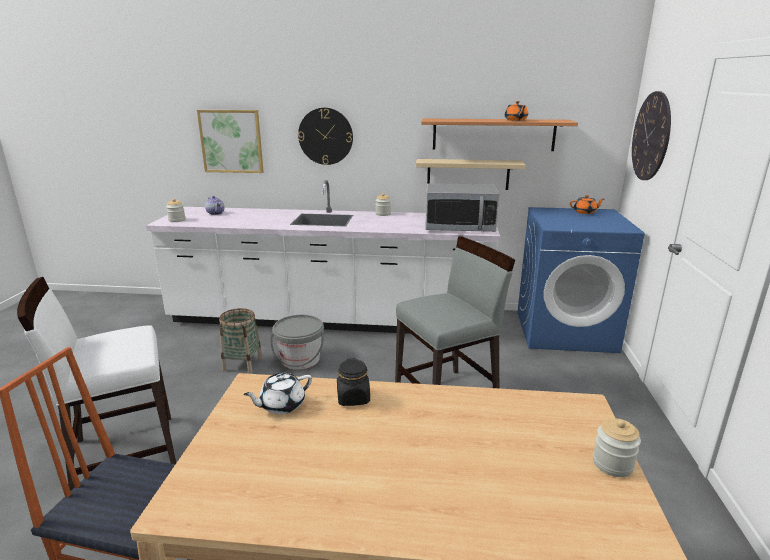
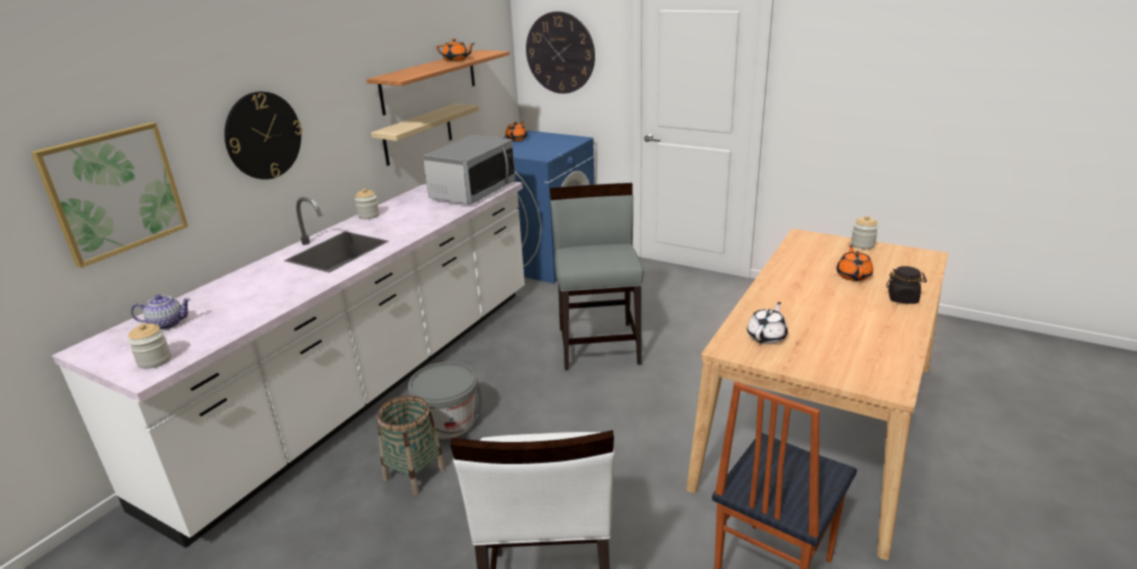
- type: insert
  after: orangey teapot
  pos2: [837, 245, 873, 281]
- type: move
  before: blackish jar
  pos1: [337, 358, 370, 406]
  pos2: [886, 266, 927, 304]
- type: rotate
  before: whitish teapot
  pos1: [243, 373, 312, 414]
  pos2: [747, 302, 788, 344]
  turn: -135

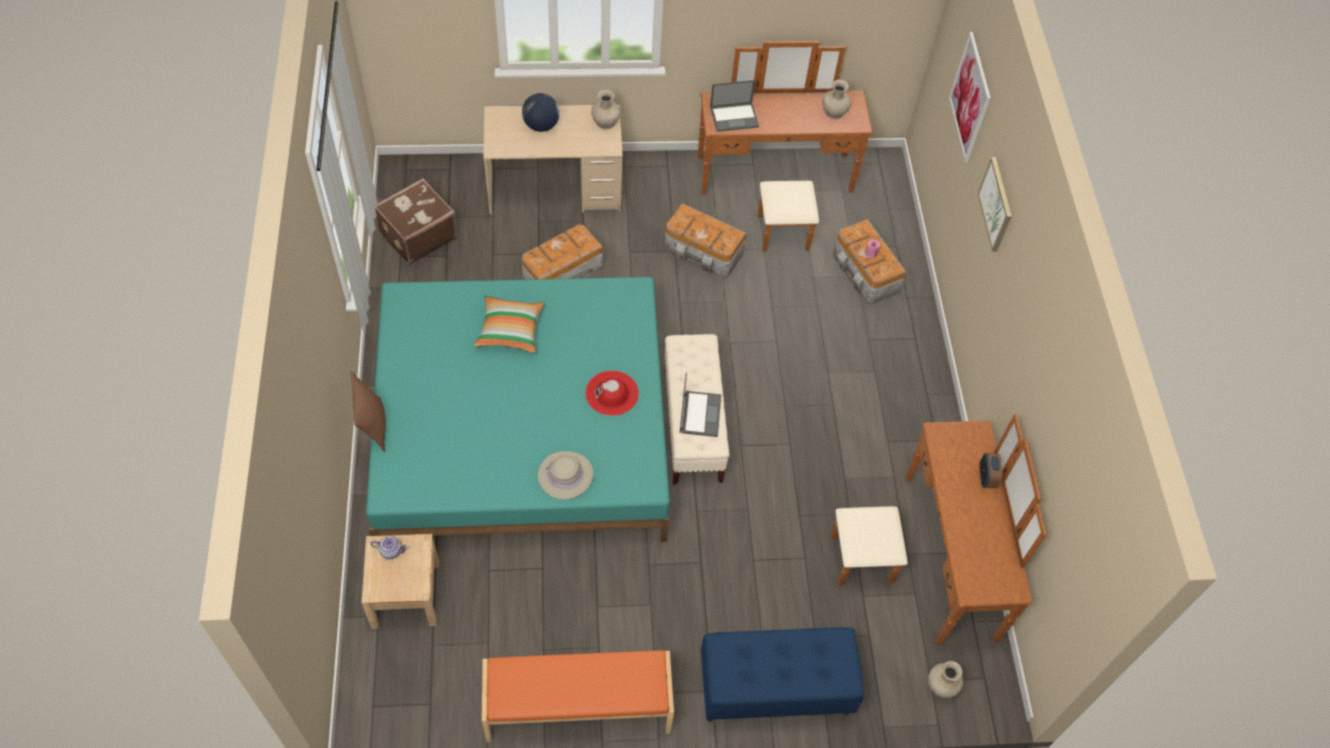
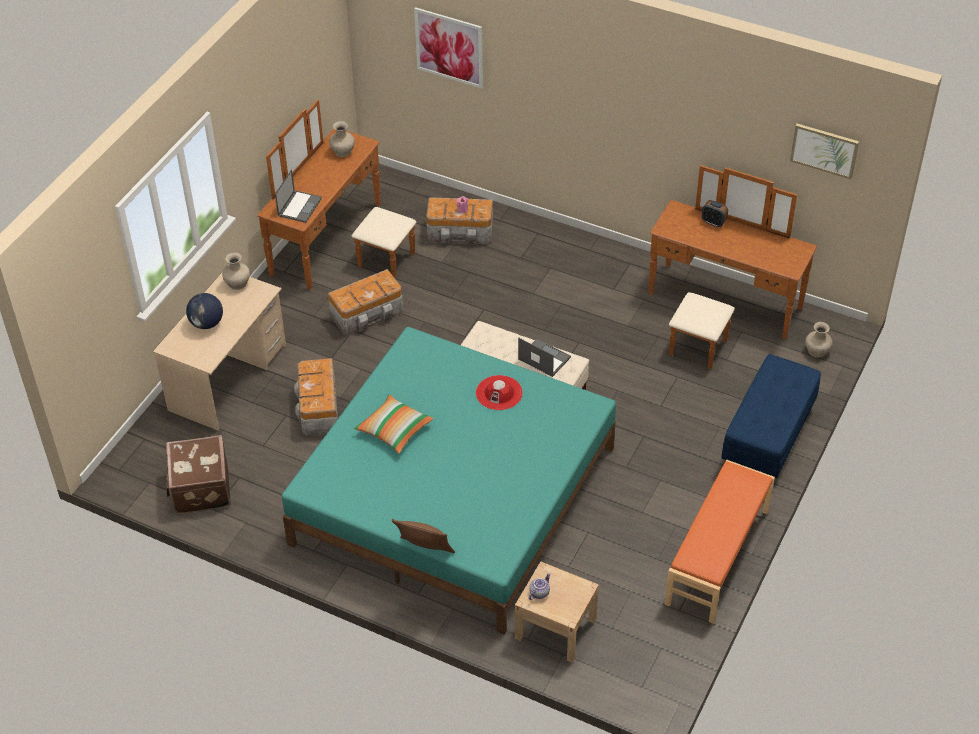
- type: delete
  before: beige-coloured clothing hat
  pos1: [538, 451, 593, 500]
- type: move
  before: picture
  pos1: [978, 157, 1012, 252]
  pos2: [790, 124, 859, 179]

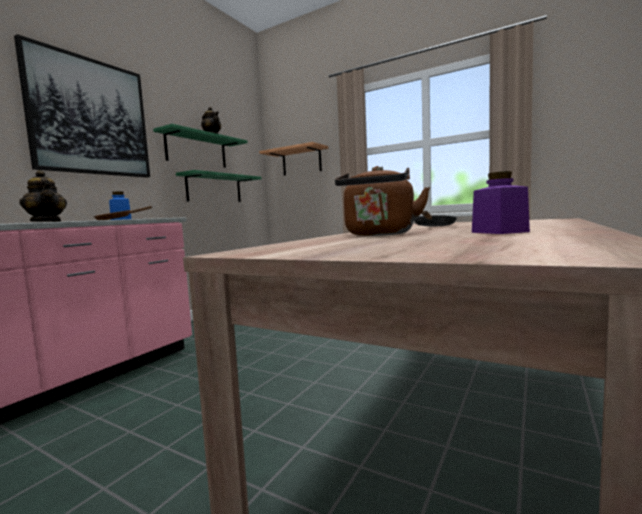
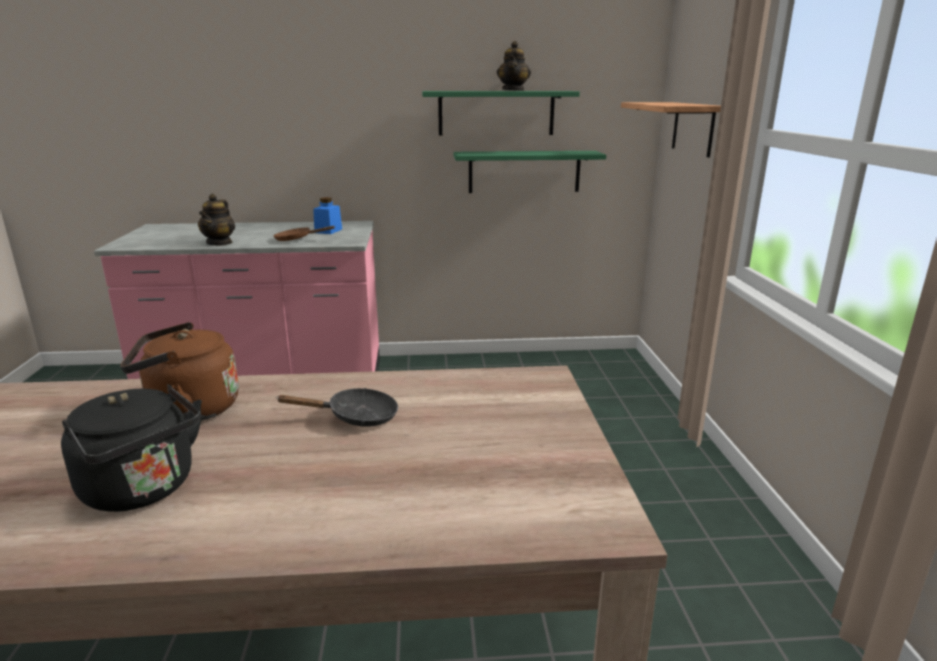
- type: delete
  before: picture
  pos1: [14, 34, 150, 178]
- type: replace
  before: purple-coloured jar
  after: blackish water kettle
  pos1: [472, 171, 530, 234]
  pos2: [61, 384, 202, 512]

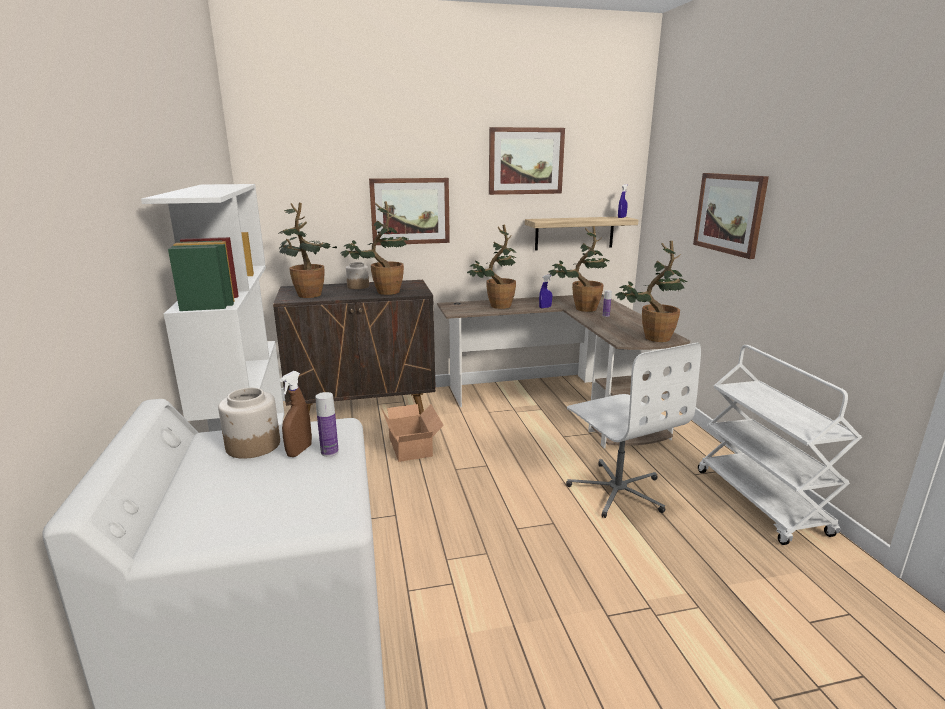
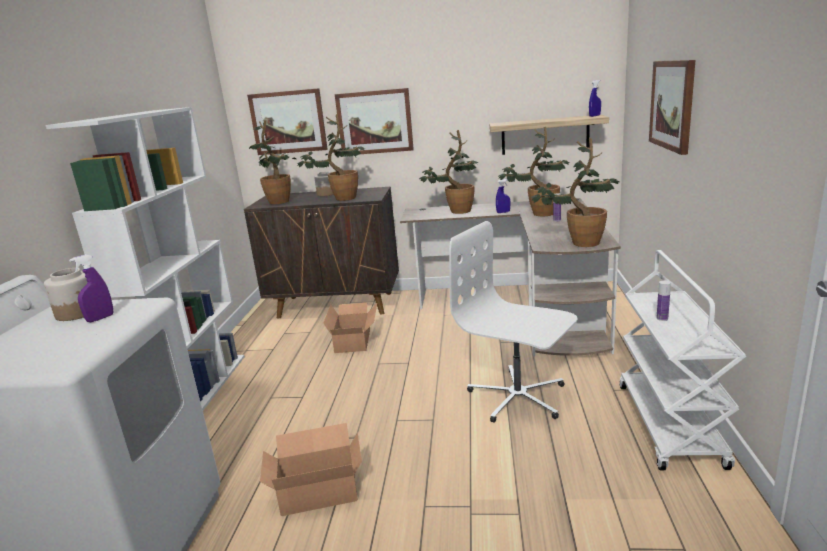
- type: insert
  after: carton
  pos2: [260, 423, 362, 516]
- type: move
  before: beverage bottle
  pos1: [315, 392, 339, 457]
  pos2: [656, 281, 671, 321]
- type: move
  before: picture
  pos1: [489, 127, 565, 195]
  pos2: [247, 88, 327, 155]
- type: recolor
  before: brownish spray bottle
  after: purple-coloured spray bottle
  pos1: [280, 371, 312, 457]
  pos2: [69, 254, 113, 322]
- type: rotate
  before: whitish office chair
  pos1: [566, 342, 701, 518]
  pos2: [449, 221, 577, 423]
  turn: 135

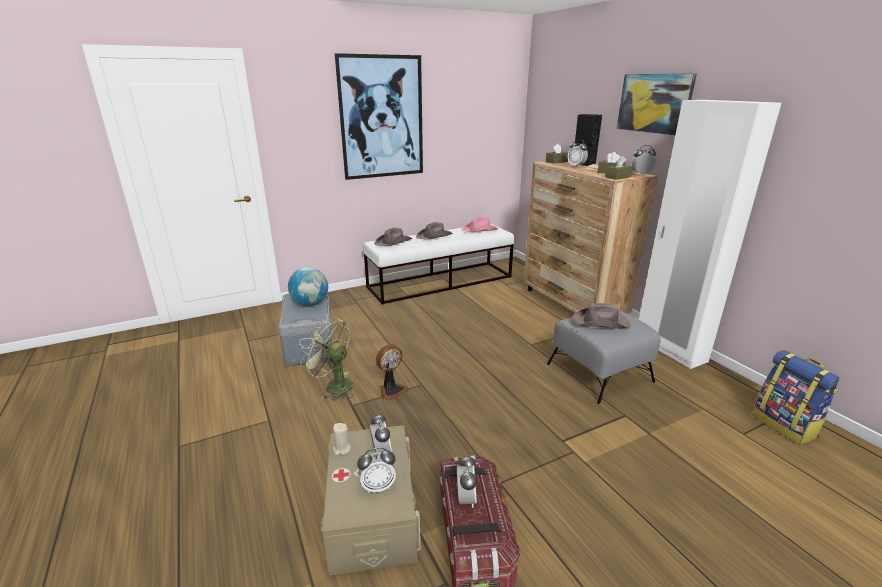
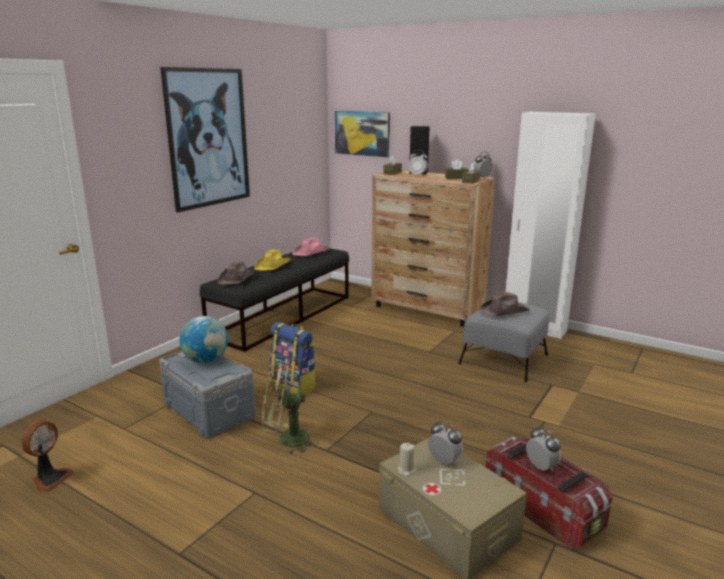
- type: delete
  before: bedside clock
  pos1: [357, 448, 396, 493]
- type: move
  before: cooling fan
  pos1: [376, 344, 409, 401]
  pos2: [21, 420, 74, 493]
- type: move
  before: picture
  pos1: [617, 73, 697, 135]
  pos2: [335, 111, 390, 158]
- type: move
  before: rucksack
  pos1: [752, 350, 839, 444]
  pos2: [270, 322, 317, 395]
- type: recolor
  before: whitish bench
  after: blackish bench
  pos1: [363, 224, 514, 304]
  pos2: [200, 248, 349, 352]
- type: recolor
  before: brownish clothing hat
  after: yellowish clothing hat
  pos1: [416, 222, 453, 240]
  pos2: [254, 250, 291, 270]

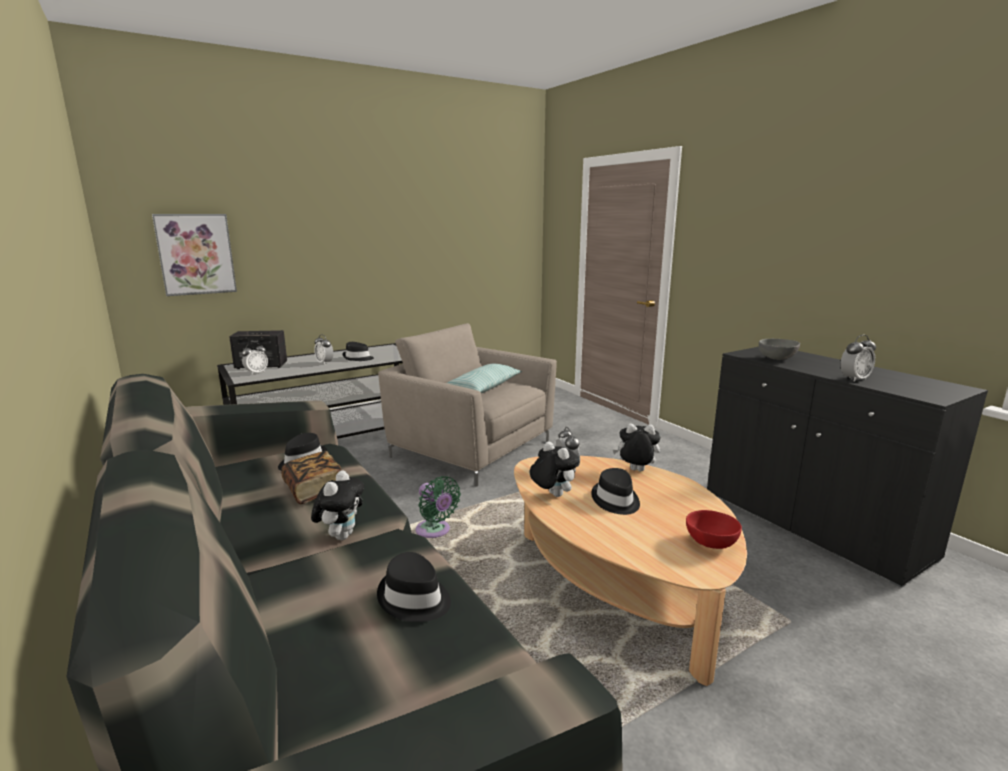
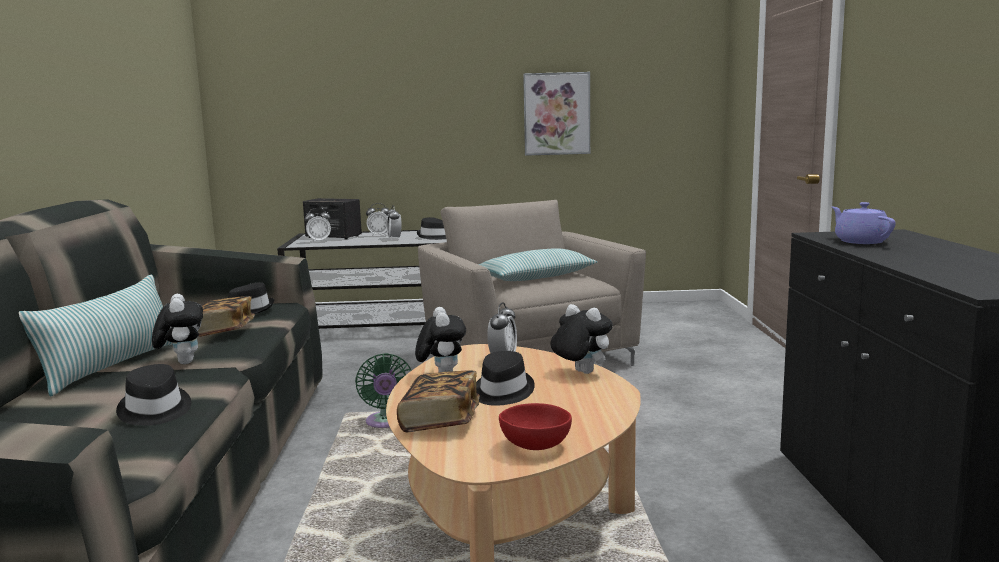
- type: insert
  after: throw pillow
  pos2: [19, 274, 173, 396]
- type: insert
  after: volume
  pos2: [397, 370, 480, 432]
- type: move
  before: picture
  pos1: [152, 214, 237, 296]
  pos2: [523, 72, 590, 156]
- type: move
  before: bedside clock
  pos1: [840, 335, 876, 382]
  pos2: [366, 203, 389, 236]
- type: replace
  before: grey serving bowl
  after: purple-coloured teapot
  pos1: [759, 339, 800, 360]
  pos2: [832, 202, 896, 244]
- type: rotate
  before: plush toy
  pos1: [311, 470, 364, 540]
  pos2: [152, 294, 203, 364]
  turn: -60

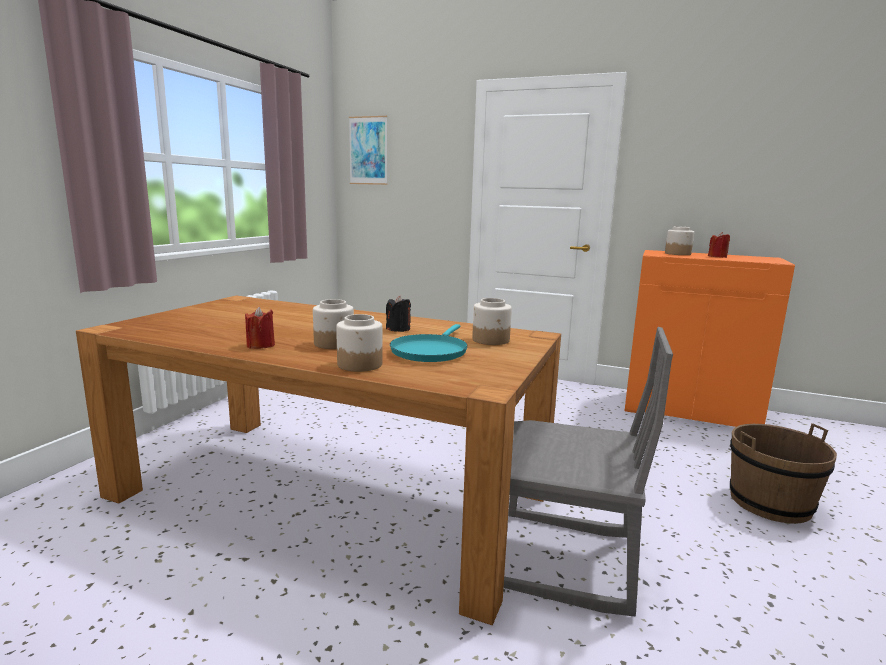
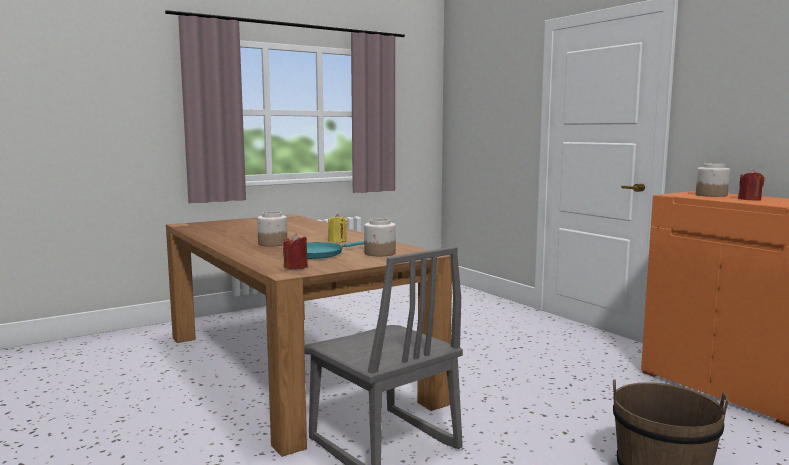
- type: delete
  before: jar
  pos1: [336, 314, 383, 372]
- type: delete
  before: picture
  pos1: [349, 116, 387, 185]
- type: move
  before: red-coloured wax candle
  pos1: [245, 307, 275, 349]
  pos2: [283, 233, 308, 269]
- type: recolor
  before: blackish wax candle
  after: yellowish wax candle
  pos1: [386, 296, 411, 332]
  pos2: [328, 214, 347, 242]

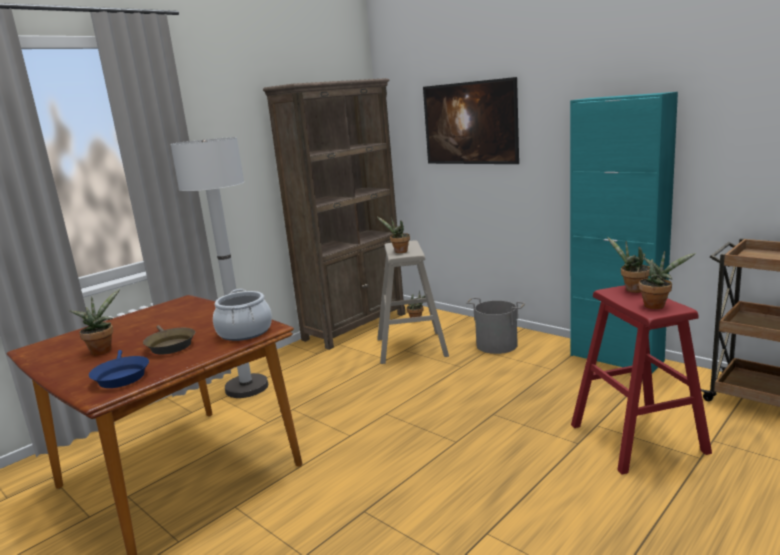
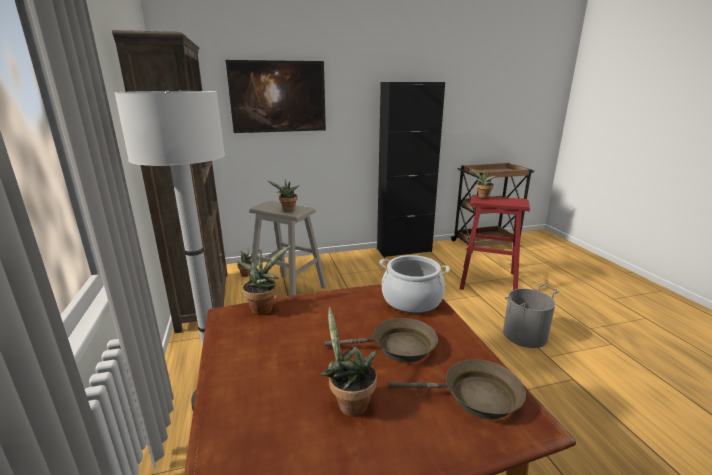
- type: move
  before: grey pail
  pos1: [466, 297, 526, 354]
  pos2: [503, 284, 559, 348]
- type: move
  before: plant in a pot
  pos1: [639, 251, 696, 309]
  pos2: [236, 245, 291, 315]
- type: recolor
  before: blue pan
  after: brownish pan
  pos1: [89, 350, 149, 388]
  pos2: [388, 359, 526, 419]
- type: recolor
  before: turquoise-coloured cupboard
  after: blackish cupboard
  pos1: [570, 92, 678, 373]
  pos2: [377, 82, 445, 258]

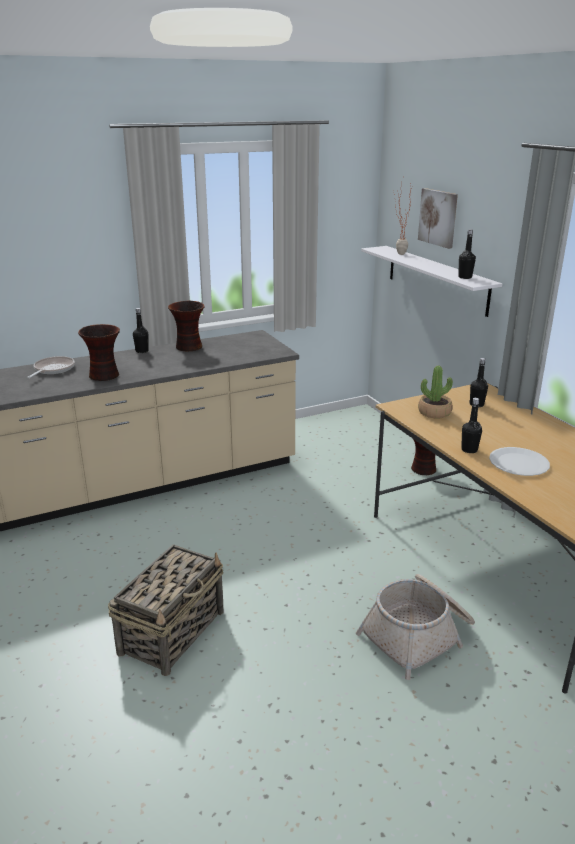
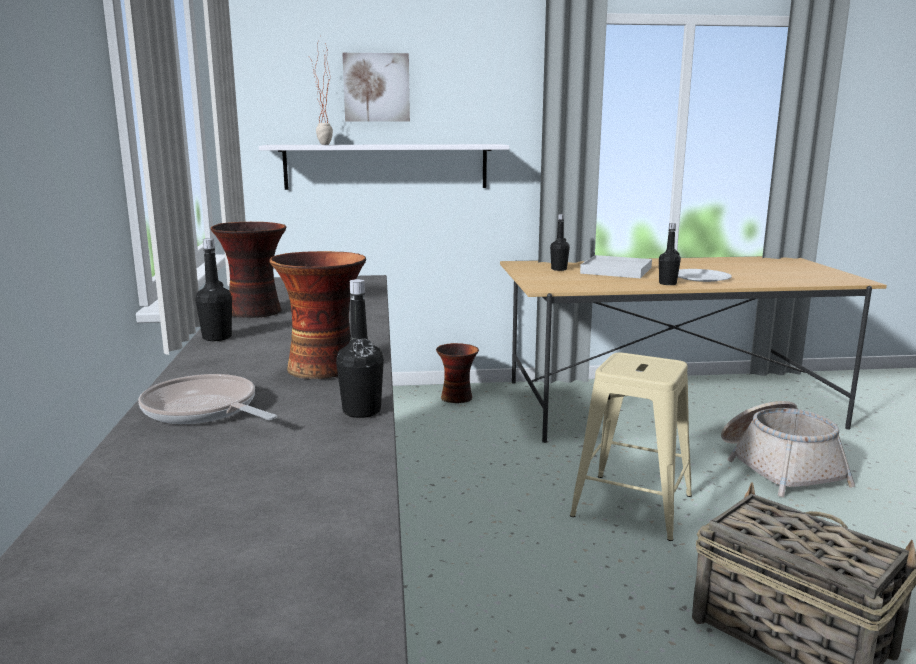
- type: delete
  before: plant in a pot
  pos1: [418, 366, 453, 418]
- type: insert
  after: beige-coloured sitting stool
  pos2: [570, 353, 692, 541]
- type: insert
  after: whitish serving tray
  pos2: [580, 255, 652, 278]
- type: move
  before: blackish beverage bottle
  pos1: [458, 229, 476, 279]
  pos2: [336, 279, 384, 418]

